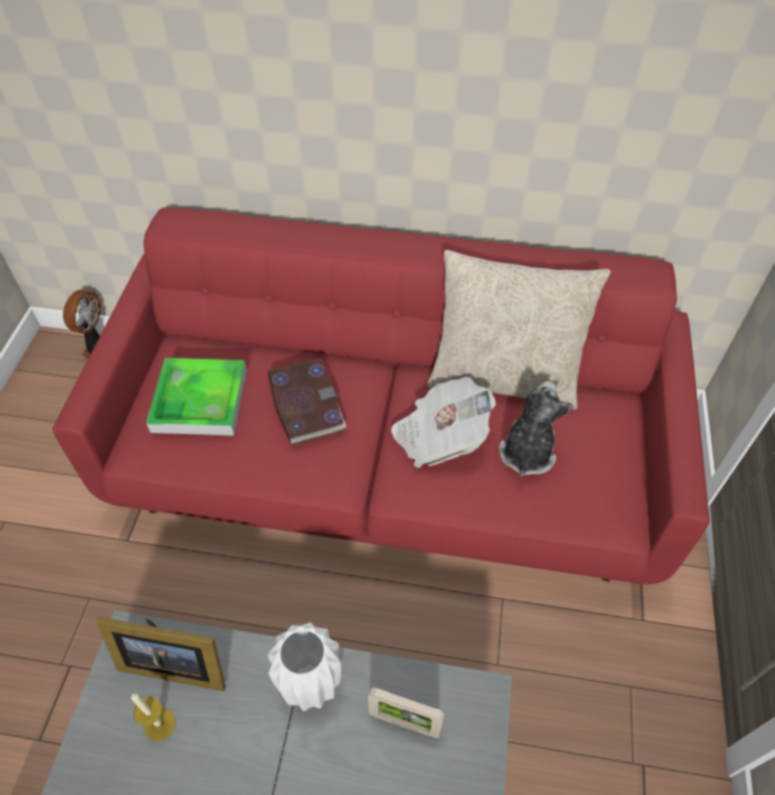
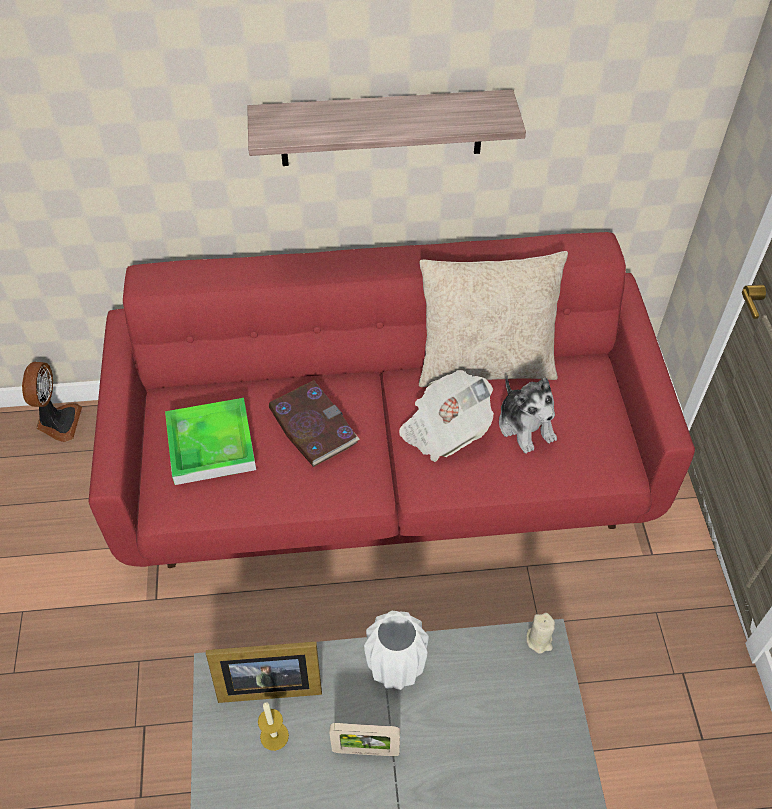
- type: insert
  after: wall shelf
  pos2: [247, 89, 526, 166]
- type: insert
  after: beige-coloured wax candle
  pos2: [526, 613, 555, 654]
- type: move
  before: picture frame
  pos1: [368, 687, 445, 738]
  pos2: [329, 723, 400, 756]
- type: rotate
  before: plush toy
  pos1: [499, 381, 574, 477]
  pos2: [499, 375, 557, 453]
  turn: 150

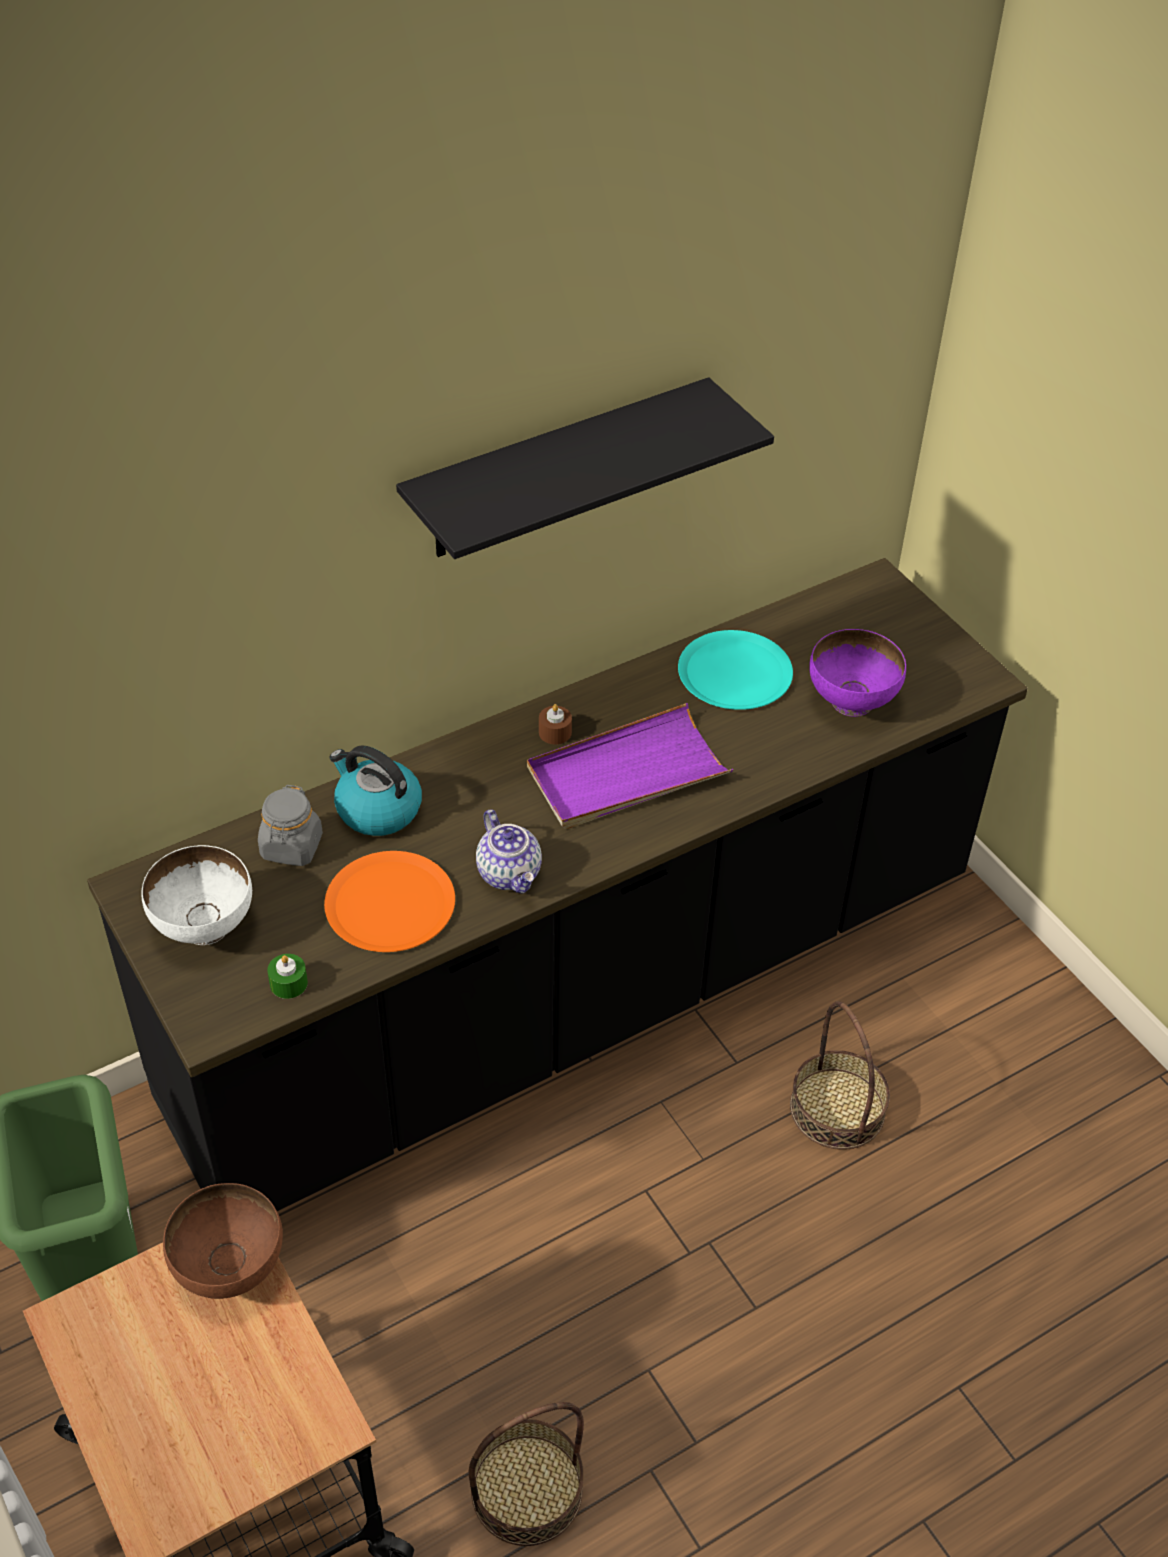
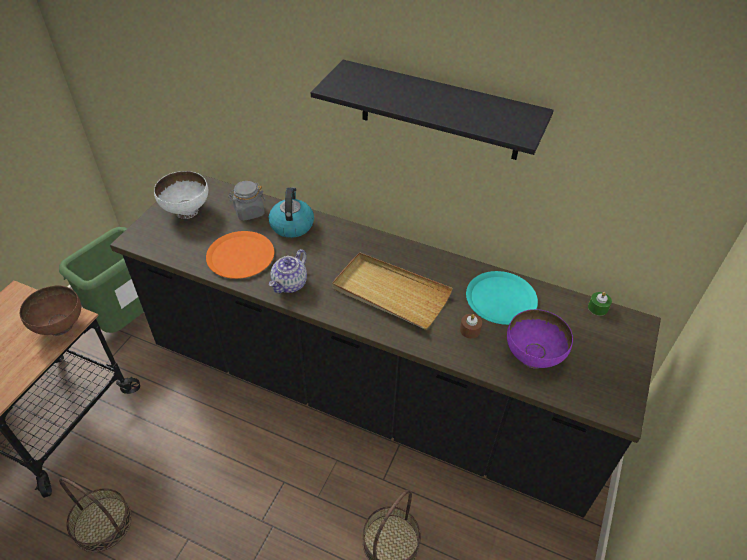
- type: move
  before: green-coloured wax candle
  pos1: [267, 954, 308, 999]
  pos2: [588, 292, 612, 316]
- type: move
  before: brownish wax candle
  pos1: [539, 704, 572, 745]
  pos2: [460, 314, 482, 338]
- type: recolor
  before: purple-coloured serving tray
  after: beige-coloured serving tray
  pos1: [527, 703, 733, 829]
  pos2: [332, 252, 453, 329]

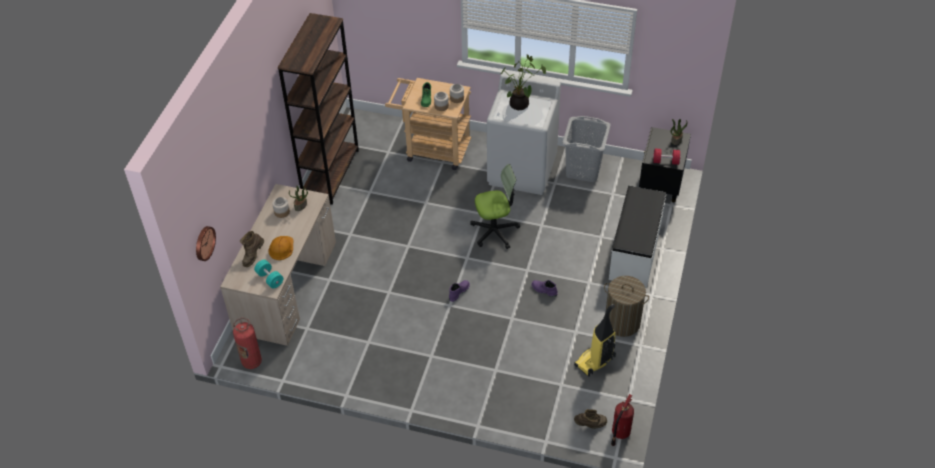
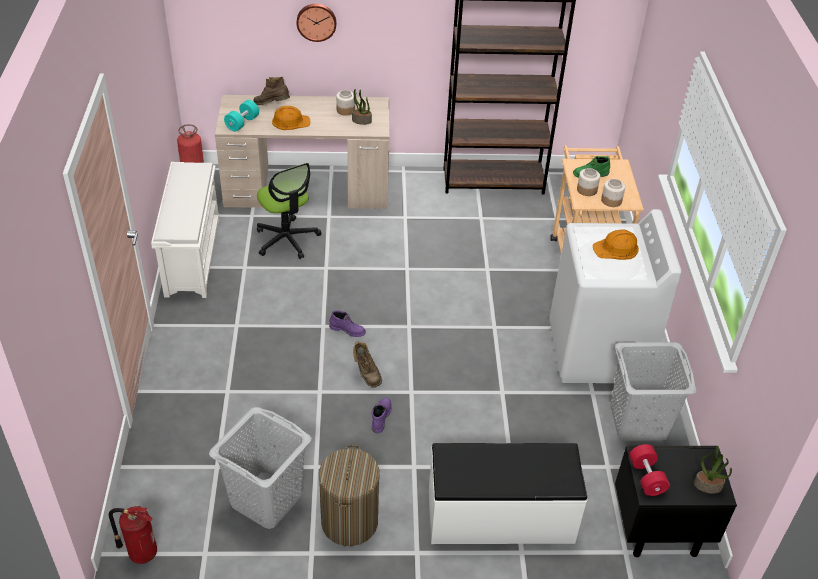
- type: insert
  after: whitish shoe rack
  pos2: [151, 162, 219, 298]
- type: move
  before: wall clock
  pos1: [196, 226, 216, 261]
  pos2: [297, 4, 336, 42]
- type: move
  before: office chair
  pos1: [470, 164, 520, 249]
  pos2: [257, 163, 321, 259]
- type: move
  before: brownish tall boot
  pos1: [574, 409, 607, 429]
  pos2: [353, 341, 382, 388]
- type: replace
  before: plant in a pot
  after: orangey safety helmet
  pos1: [501, 55, 546, 110]
  pos2: [592, 229, 639, 260]
- type: replace
  before: vacuum
  after: grey hamper
  pos1: [574, 304, 616, 377]
  pos2: [209, 407, 311, 529]

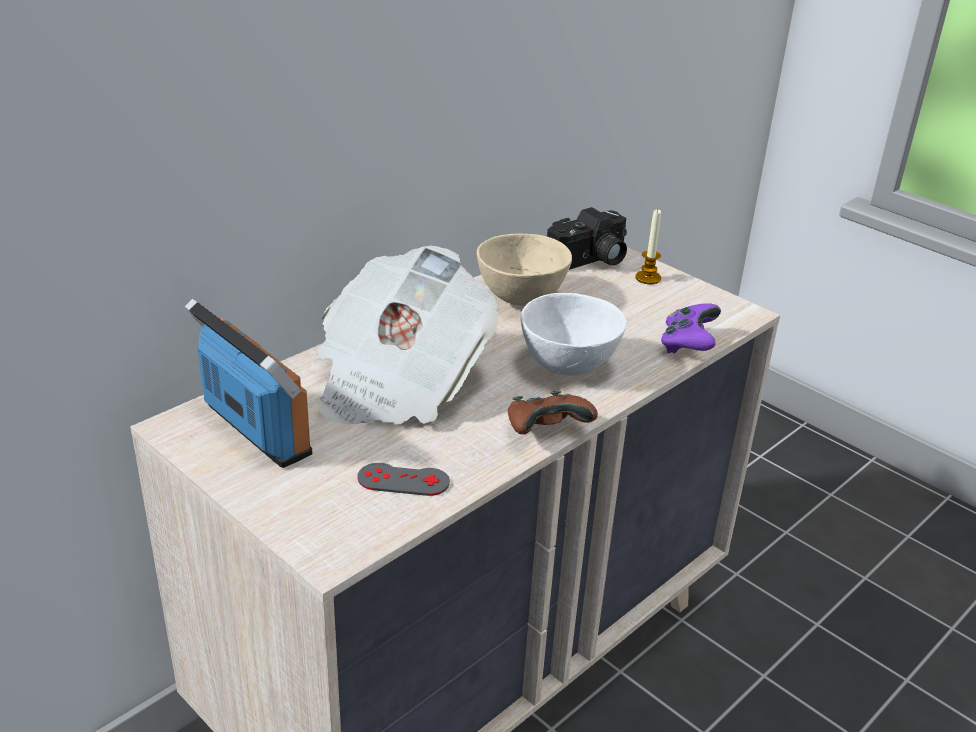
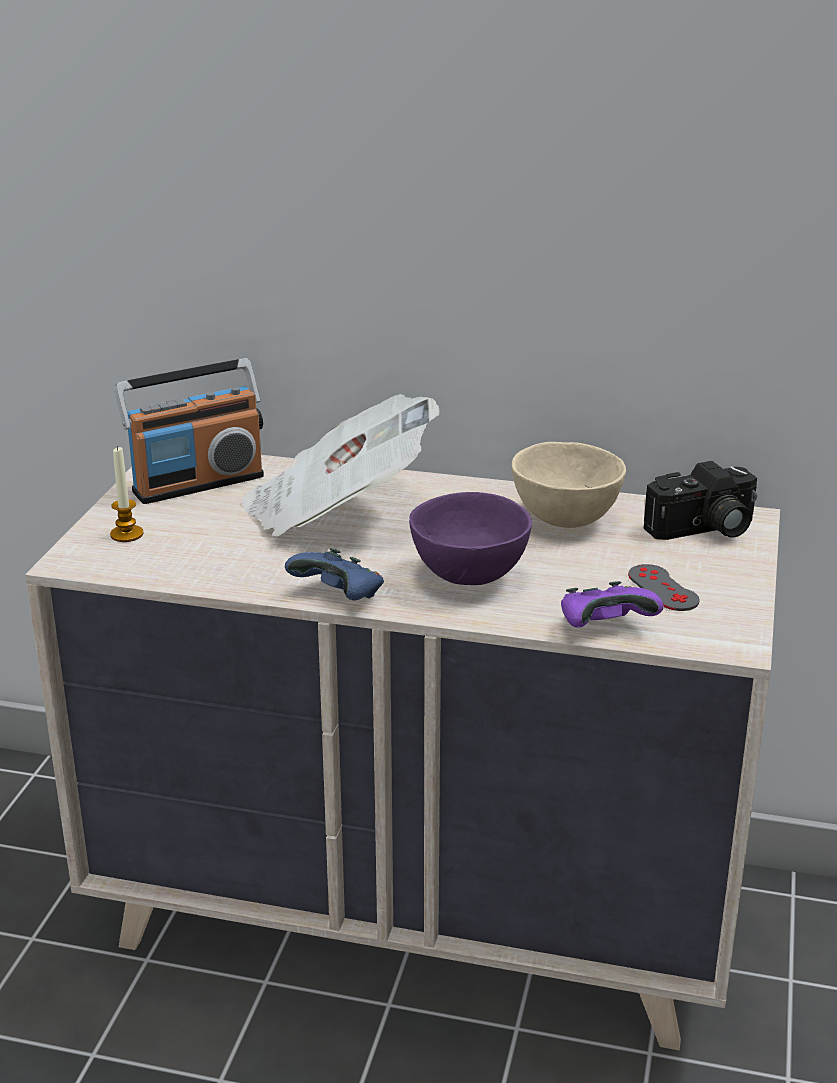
- type: move
  before: grey game controller
  pos1: [357, 463, 450, 496]
  pos2: [628, 564, 700, 611]
- type: move
  before: wax candle
  pos1: [635, 209, 661, 284]
  pos2: [110, 446, 144, 542]
- type: recolor
  before: brownish game controller
  after: blue game controller
  pos1: [508, 391, 598, 435]
  pos2: [285, 548, 384, 601]
- type: recolor
  before: whitish serving bowl
  after: purple-coloured serving bowl
  pos1: [521, 293, 627, 376]
  pos2: [409, 492, 532, 585]
- type: rotate
  before: radio receiver
  pos1: [184, 299, 312, 468]
  pos2: [114, 358, 264, 504]
  turn: 45
- type: rotate
  before: still camera
  pos1: [547, 207, 627, 270]
  pos2: [644, 461, 757, 540]
  turn: -45

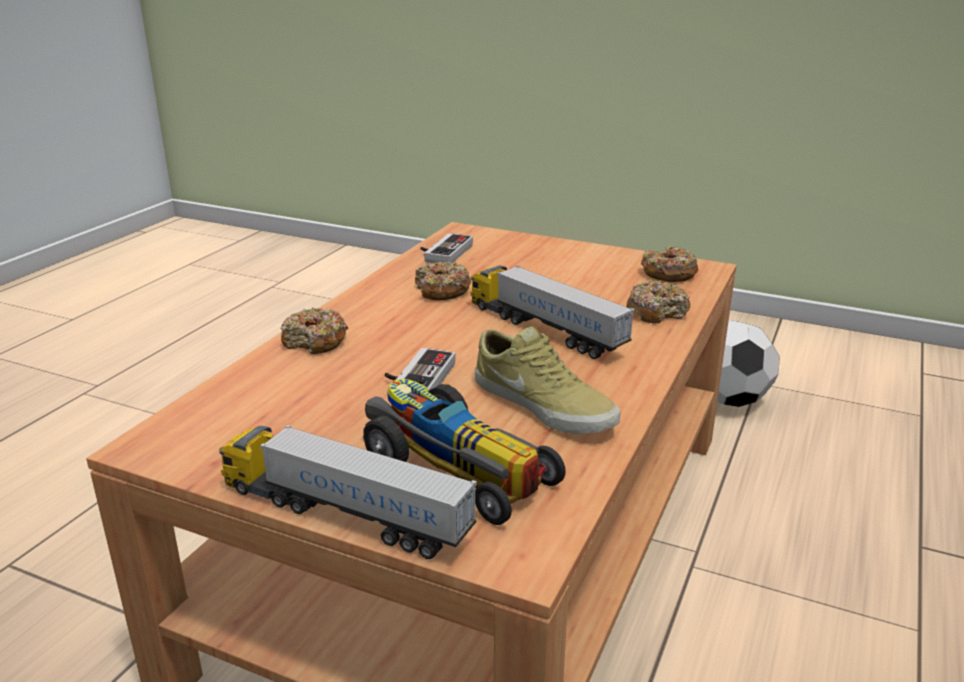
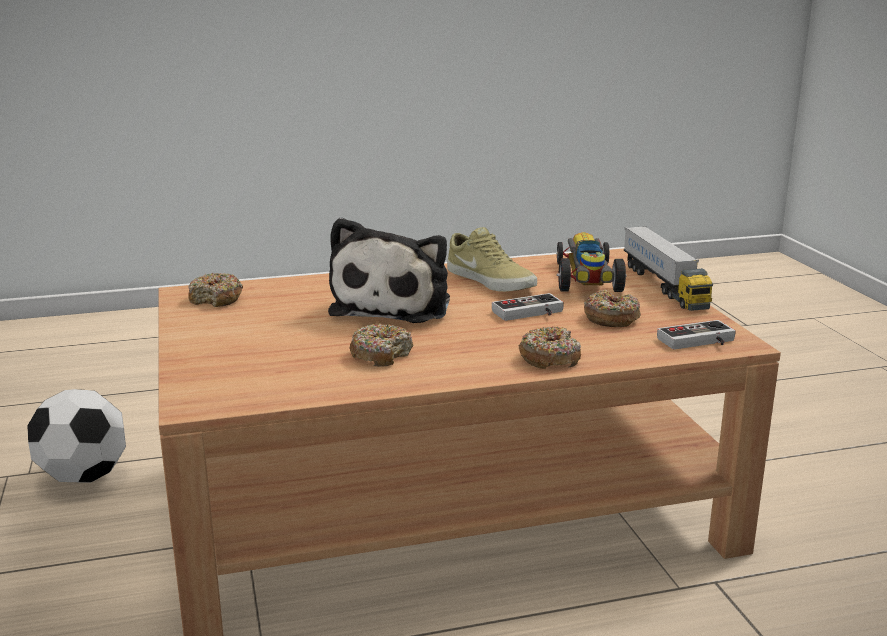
- type: move
  before: game controller
  pos1: [420, 233, 473, 263]
  pos2: [657, 320, 736, 350]
- type: move
  before: doughnut
  pos1: [627, 281, 690, 323]
  pos2: [584, 290, 641, 327]
- type: replace
  before: model truck
  after: plush toy
  pos1: [471, 265, 635, 359]
  pos2: [328, 217, 450, 323]
- type: rotate
  before: beige-coloured low shoe
  pos1: [475, 326, 620, 434]
  pos2: [447, 227, 537, 292]
  turn: 135

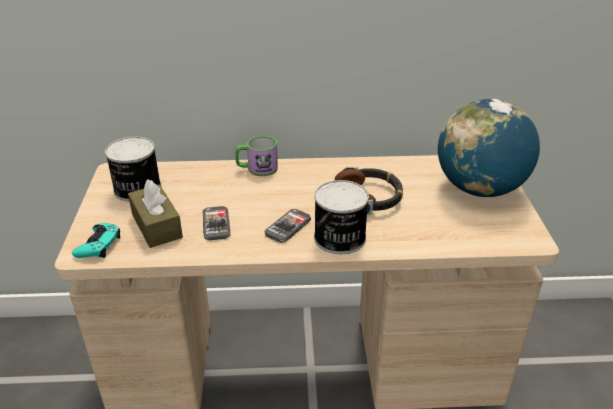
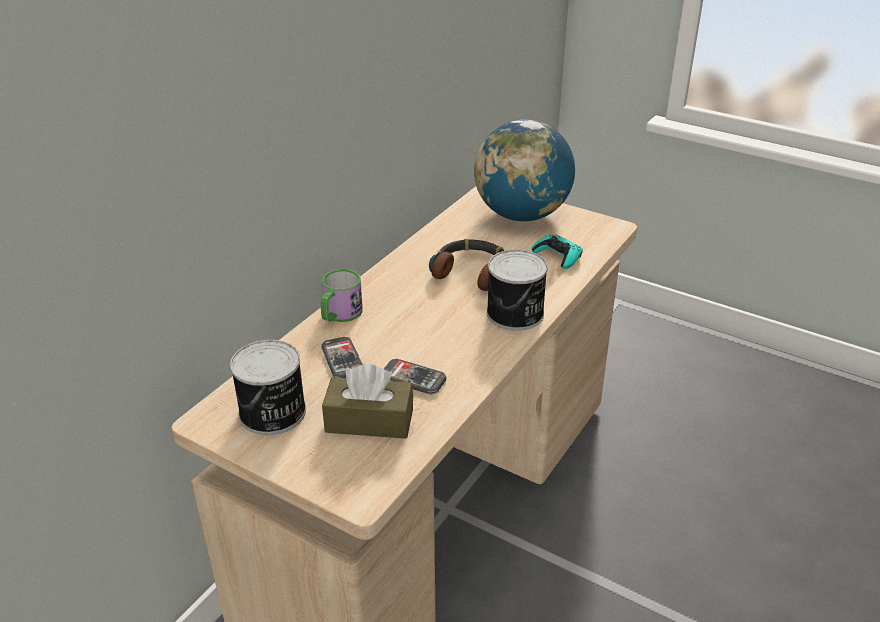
- type: move
  before: turquoise-coloured game controller
  pos1: [72, 223, 120, 258]
  pos2: [532, 234, 583, 269]
- type: move
  before: handset
  pos1: [265, 209, 311, 243]
  pos2: [321, 337, 362, 378]

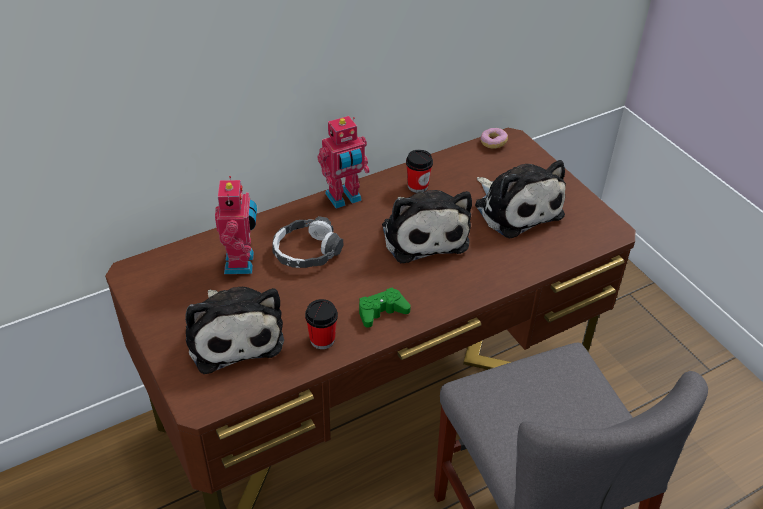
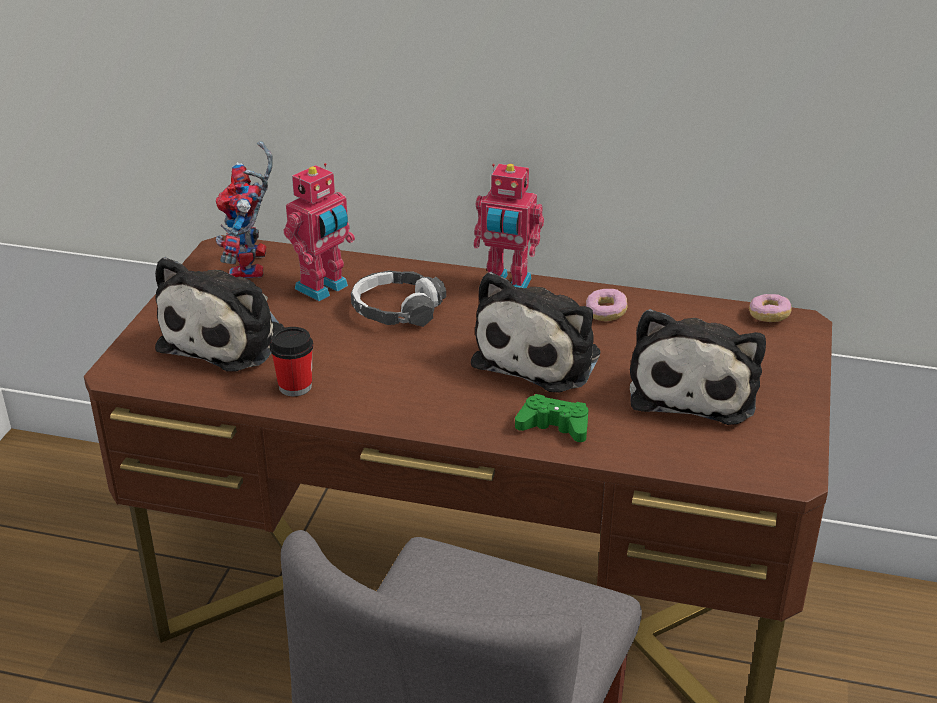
- type: insert
  after: toy robot
  pos2: [216, 141, 272, 278]
- type: move
  before: green-coloured game controller
  pos1: [359, 288, 411, 328]
  pos2: [515, 394, 588, 442]
- type: replace
  before: cup
  after: doughnut
  pos1: [406, 150, 433, 193]
  pos2: [586, 289, 627, 321]

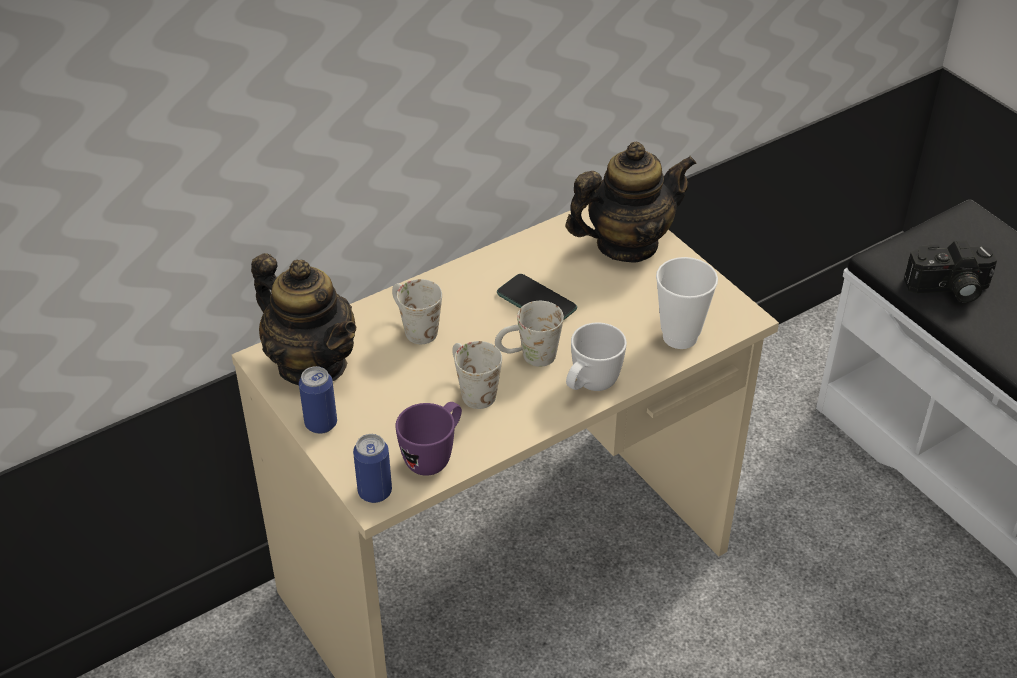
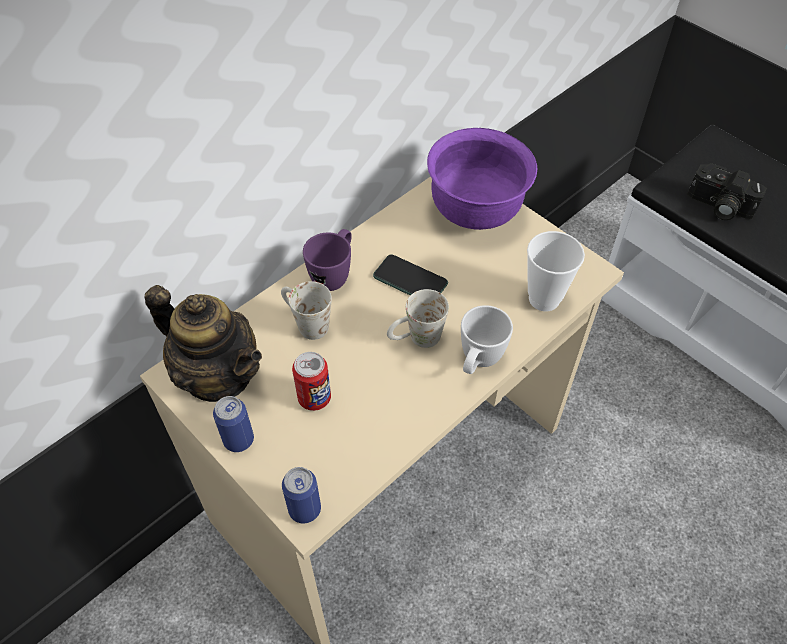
- type: delete
  before: whitish coffee mug
  pos1: [452, 341, 502, 409]
- type: insert
  after: sealed can
  pos2: [292, 352, 331, 411]
- type: move
  before: purple-coloured coffee mug
  pos1: [395, 402, 462, 476]
  pos2: [303, 229, 352, 291]
- type: replace
  before: teapot
  after: purple-coloured serving bowl
  pos1: [565, 142, 697, 263]
  pos2: [427, 128, 537, 230]
- type: rotate
  before: still camera
  pos1: [904, 241, 997, 303]
  pos2: [688, 163, 767, 220]
  turn: 45

